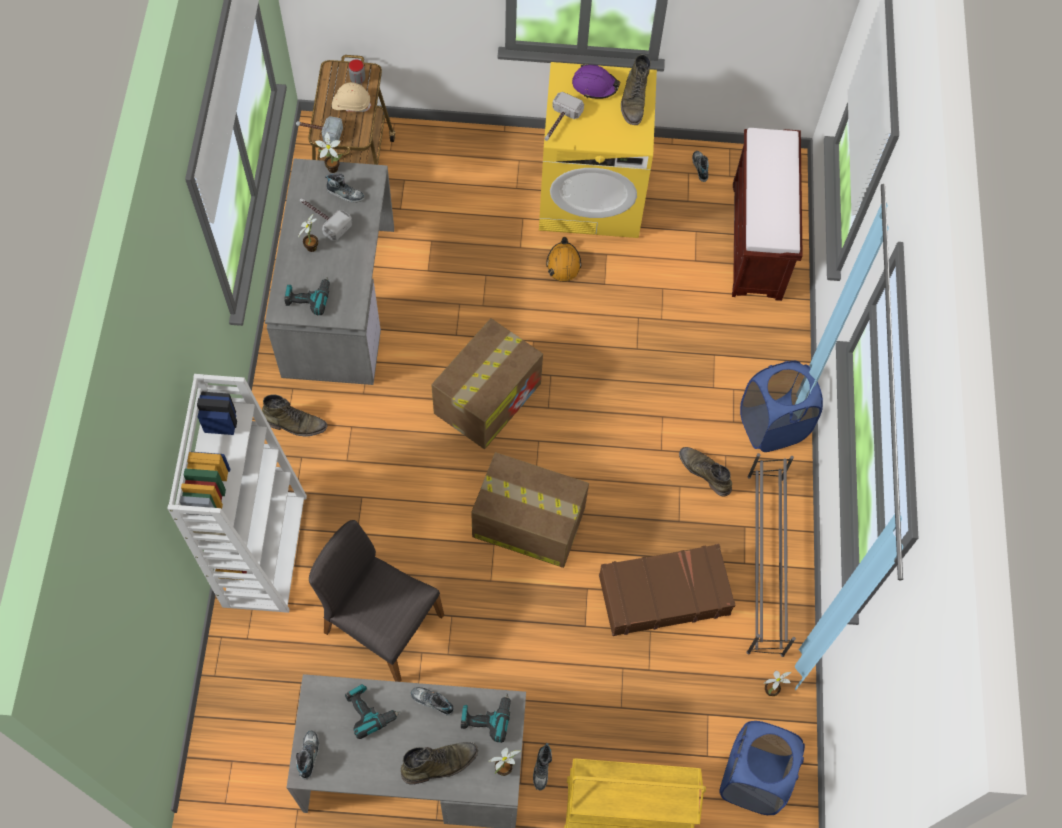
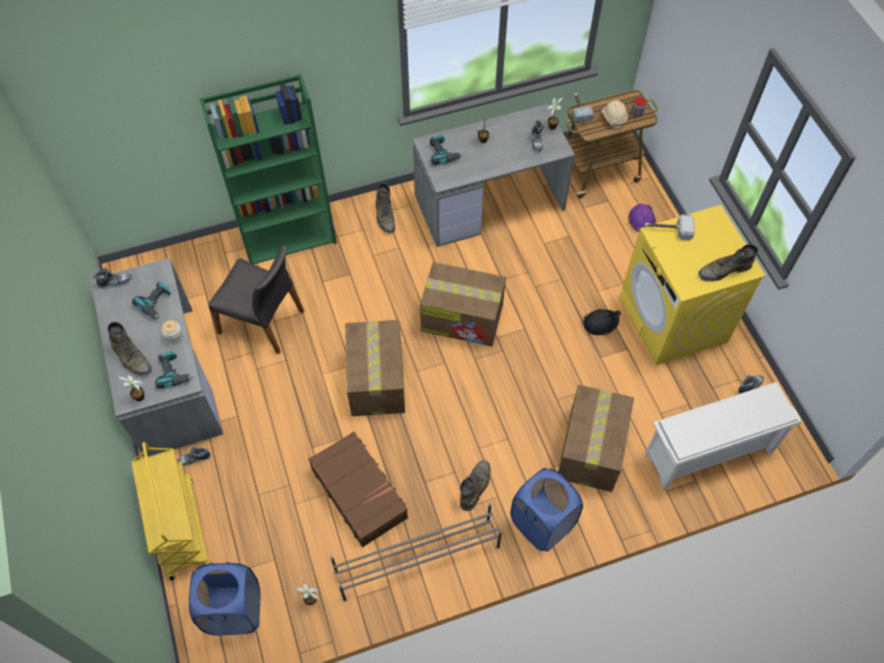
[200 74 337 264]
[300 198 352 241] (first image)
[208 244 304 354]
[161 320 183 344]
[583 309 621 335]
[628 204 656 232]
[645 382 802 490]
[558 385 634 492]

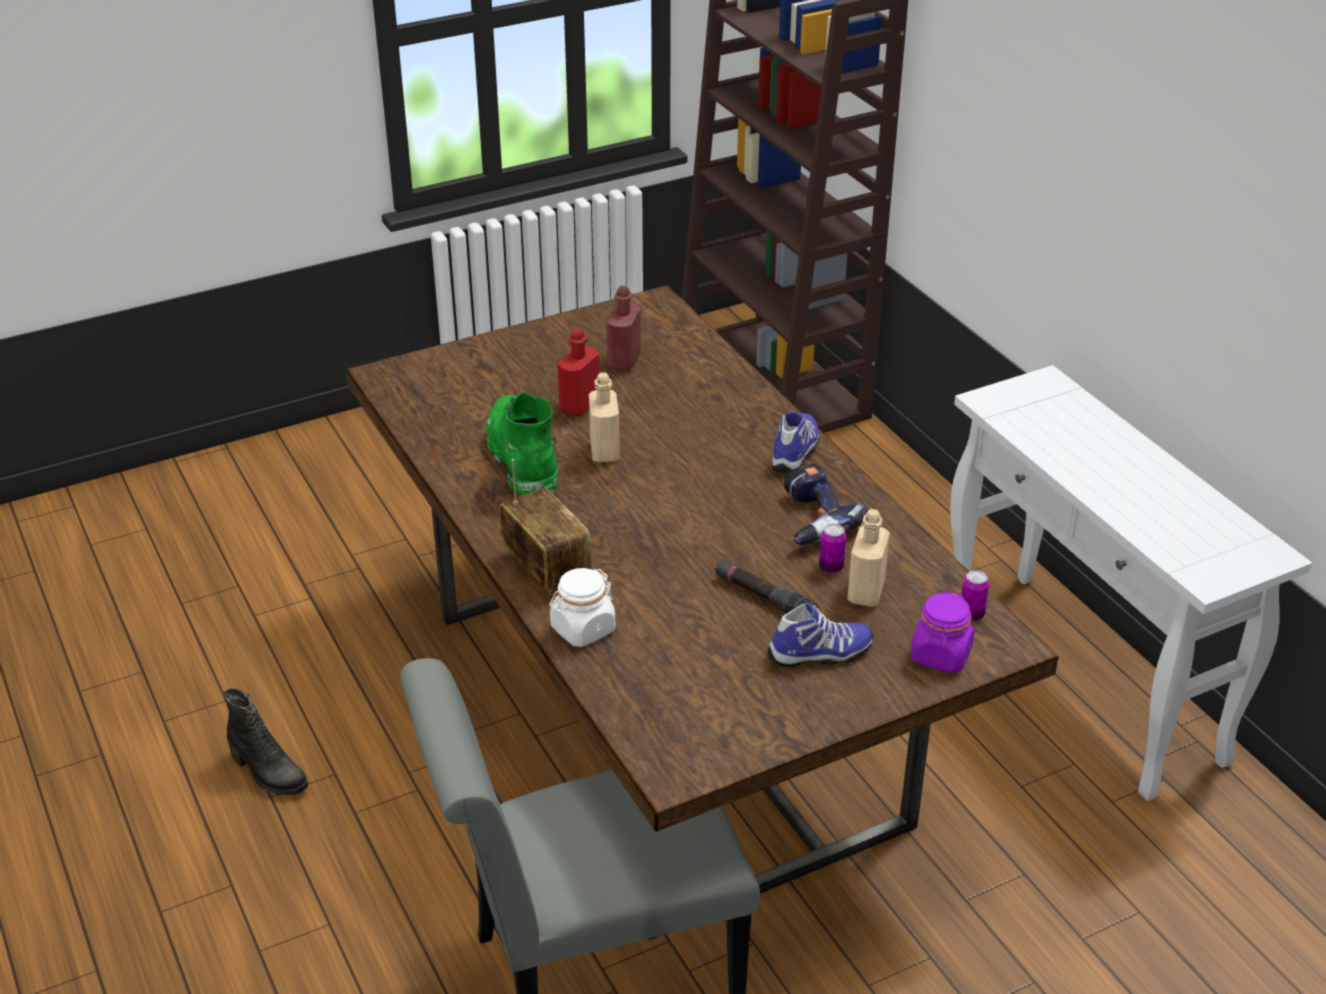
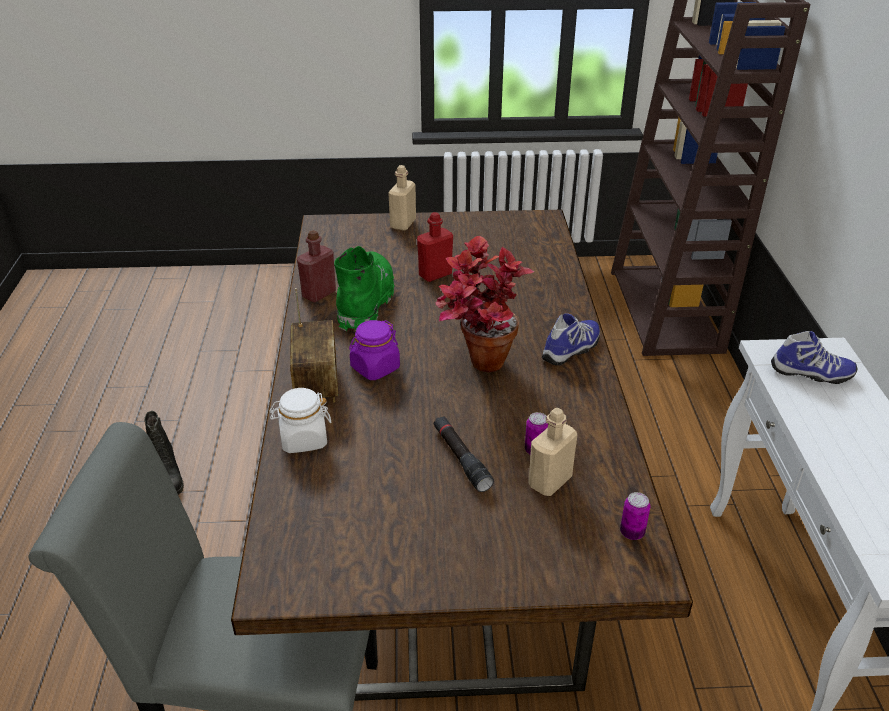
[388 165 416 231]
[297 230 336 303]
[771 331 857 384]
[784 463 868 545] (first image)
[349 320 400 380]
[436 236 534 372]

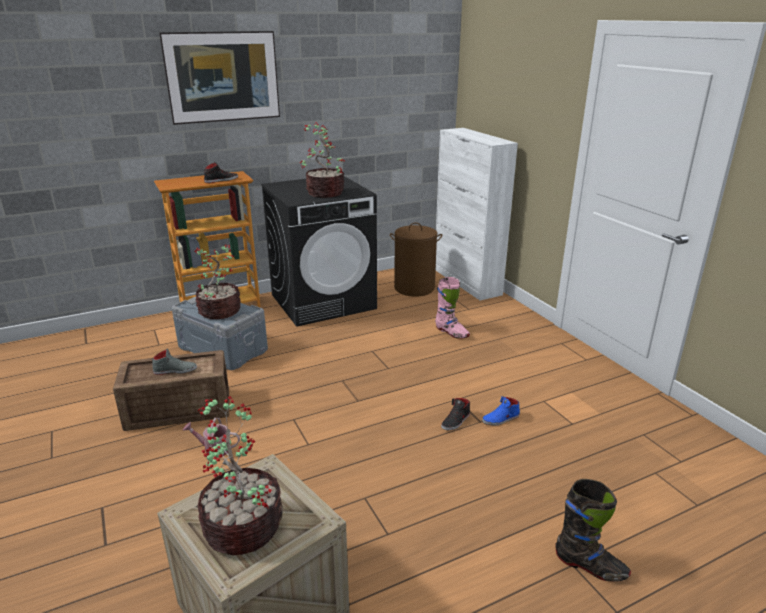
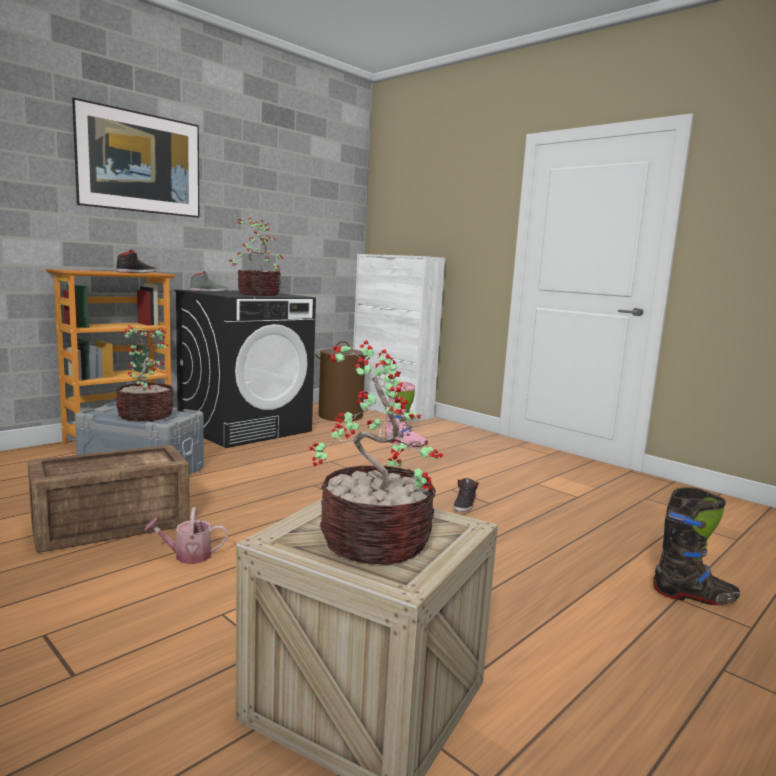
[190 271 228 292]
[482 396 520 426] (first image)

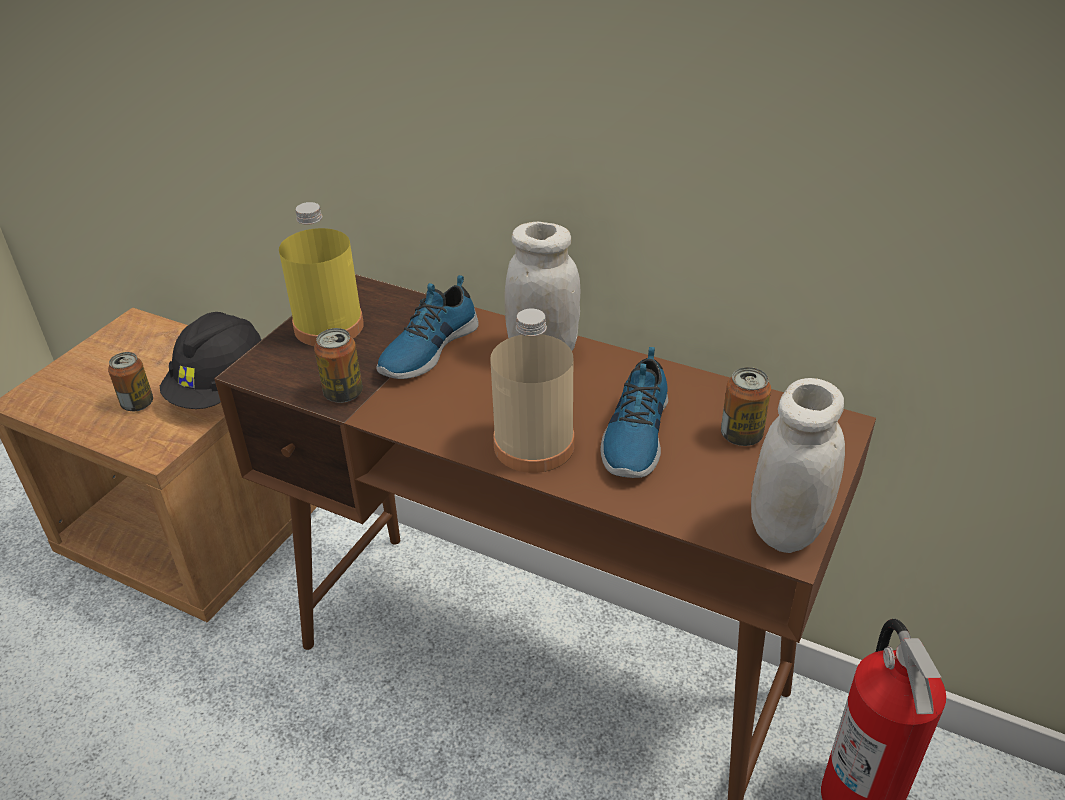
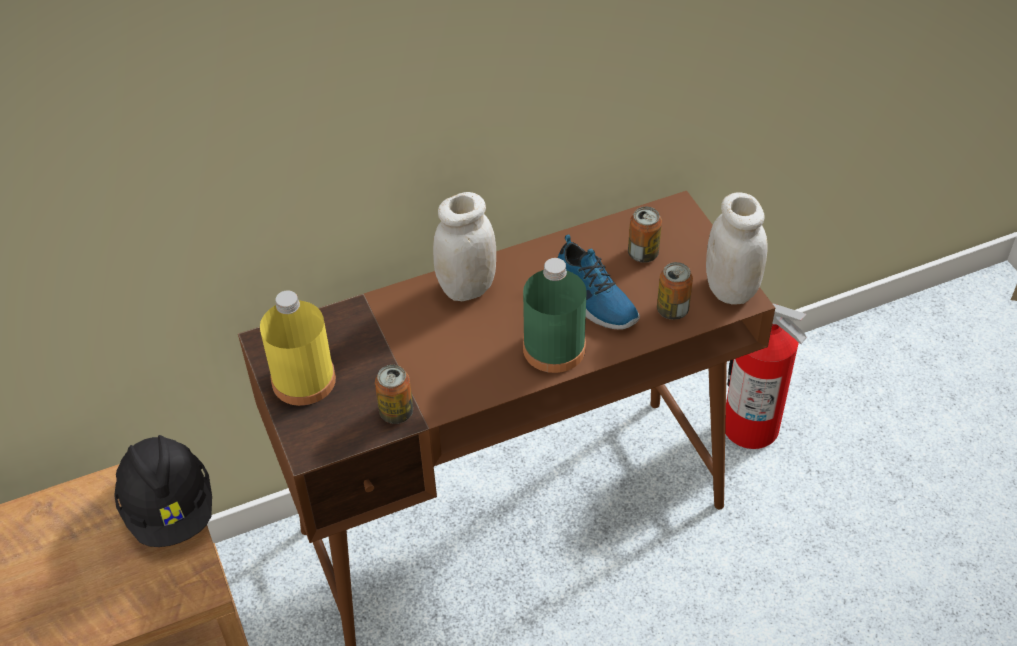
[657 262 693 320]
[376 275 479 379] (first image)
[523 258 587 373]

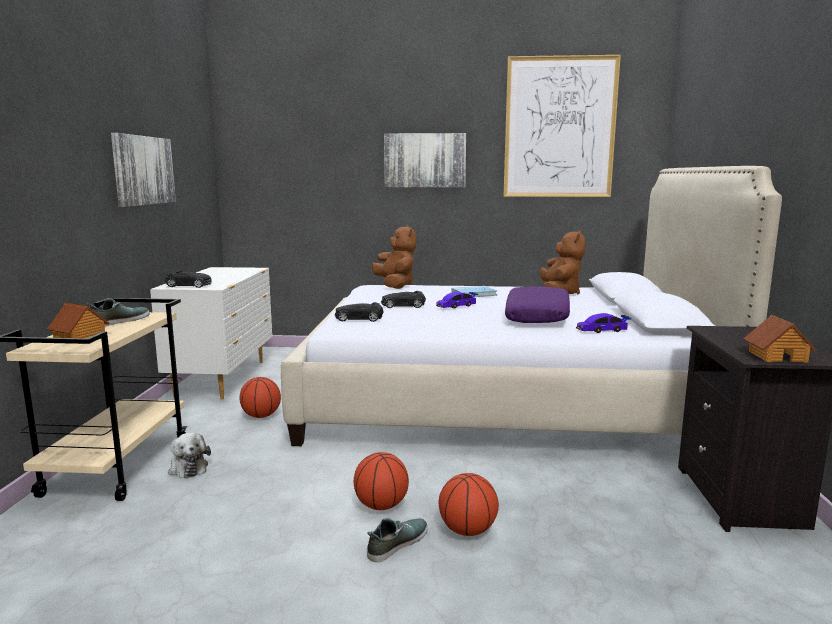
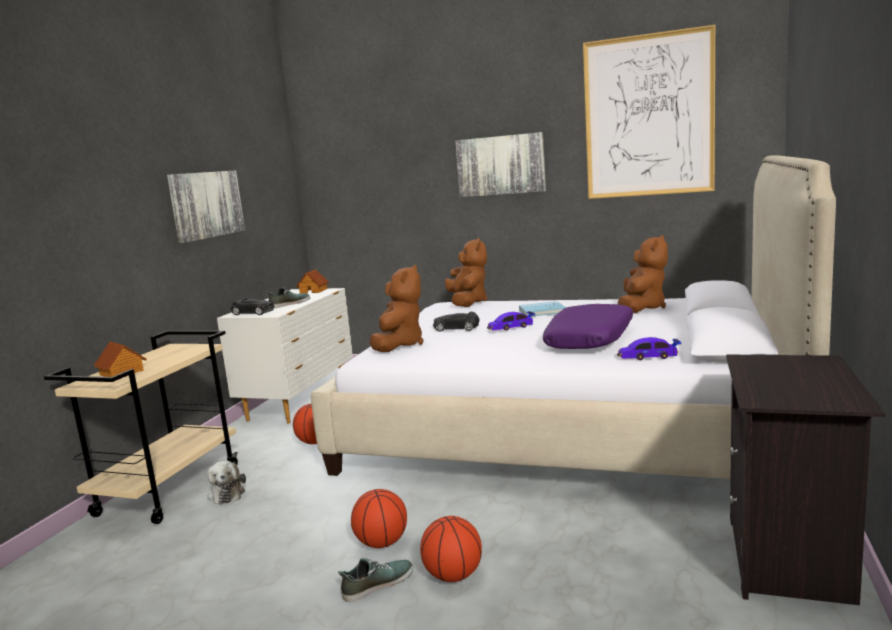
[267 287 310 308]
[370 265 423 352]
[296 269 329 294]

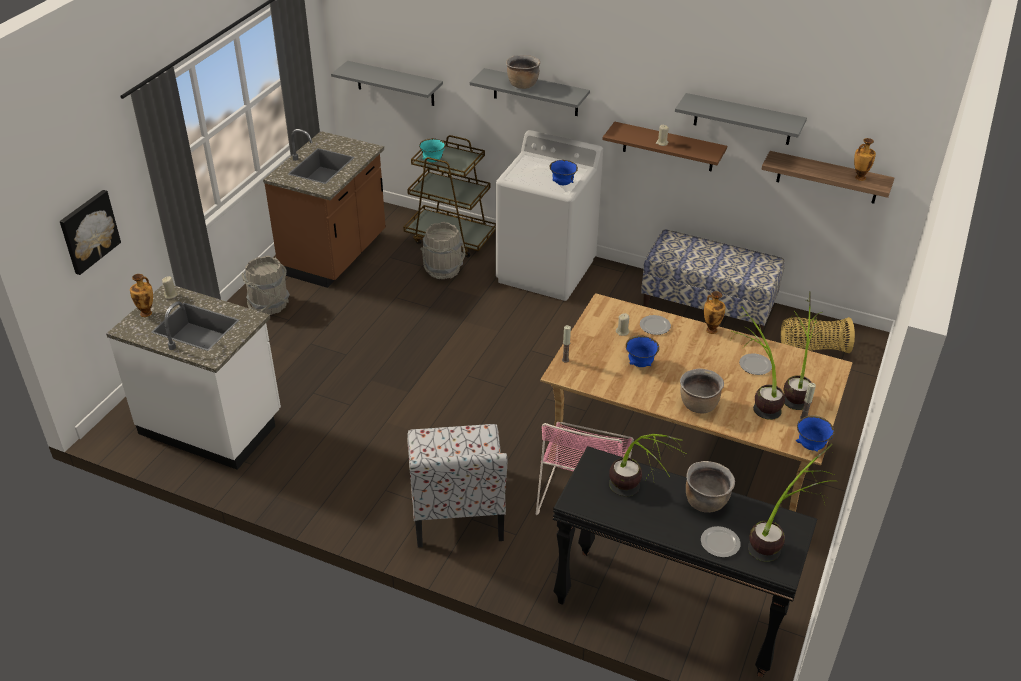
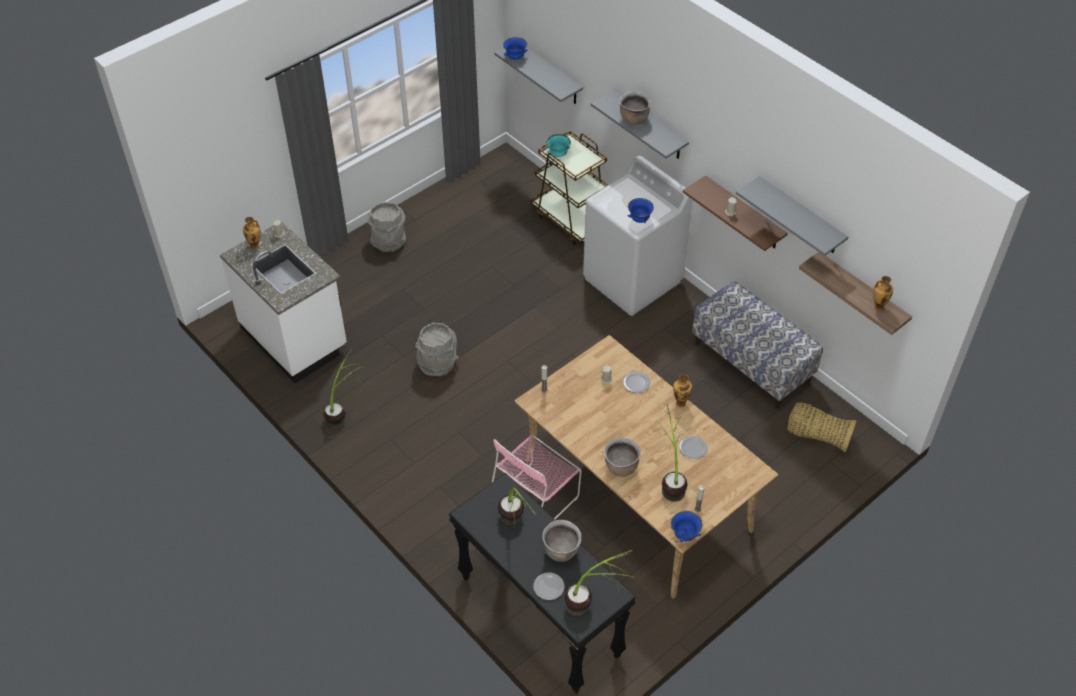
[60 190 121 275] (first image)
[263 129 386 288] (first image)
[407 424 507 548] (first image)
[415 322 459 376]
[503 37 528 60]
[323 346 363 428]

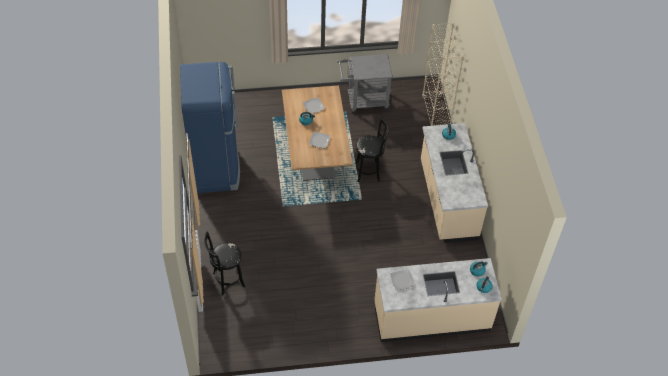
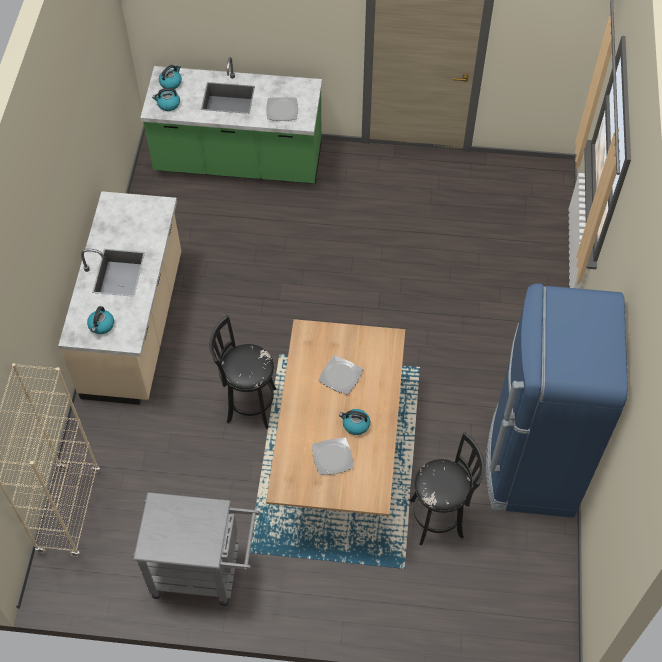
[409 432 484 546]
[140 57 322 184]

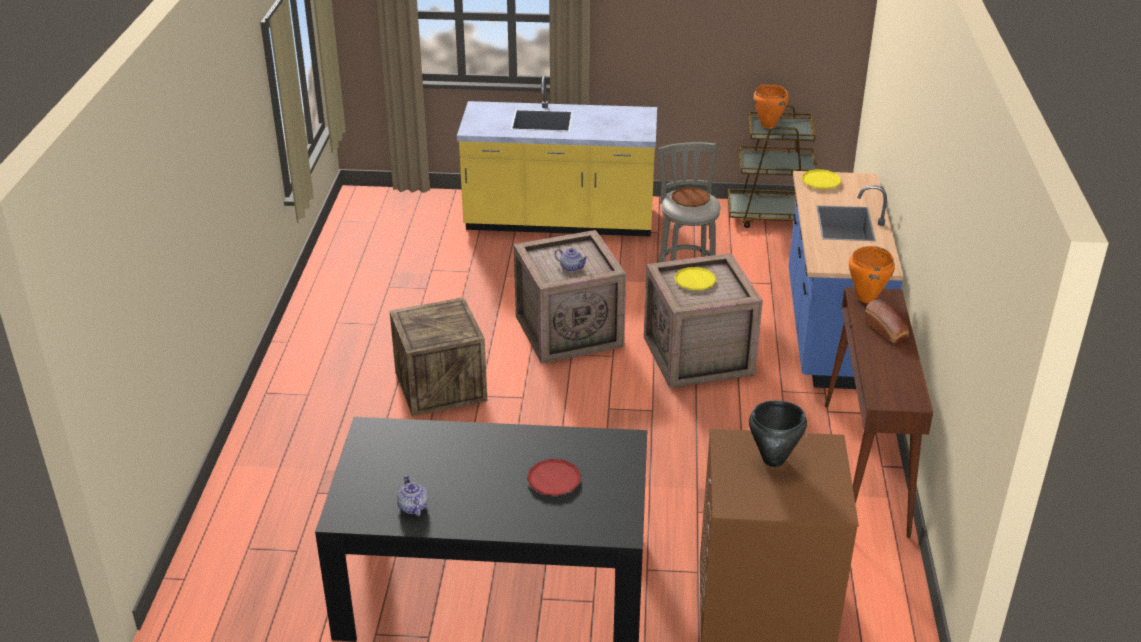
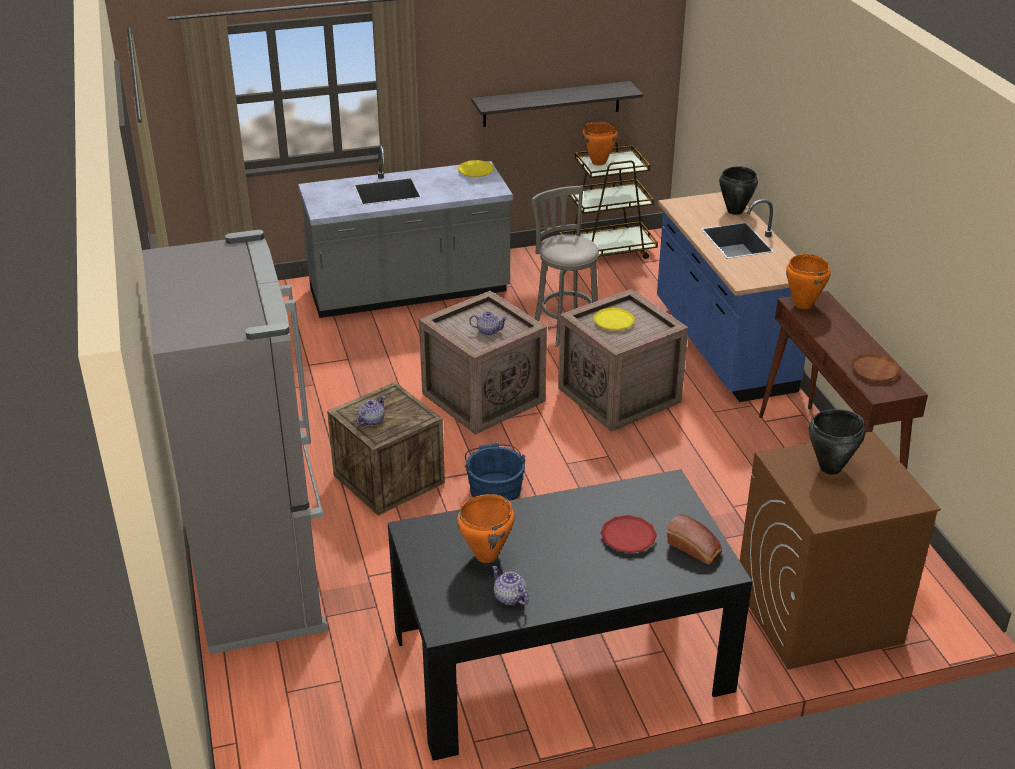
[298 145 513 318]
[851 354 900 382]
[458 160 494 177]
[667 514 722 564]
[142 230 328 655]
[356 396 385 426]
[457 494 515 563]
[465 443 525 500]
[472 81 643 127]
[719 166 758 215]

